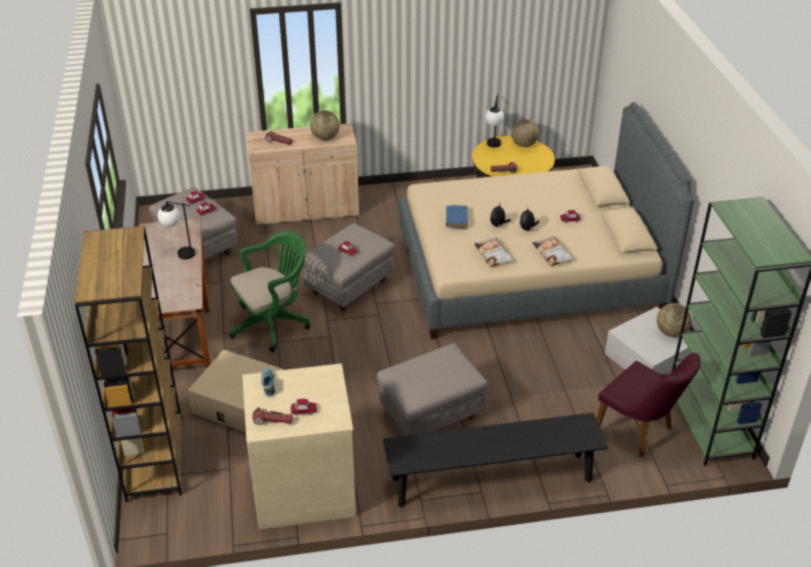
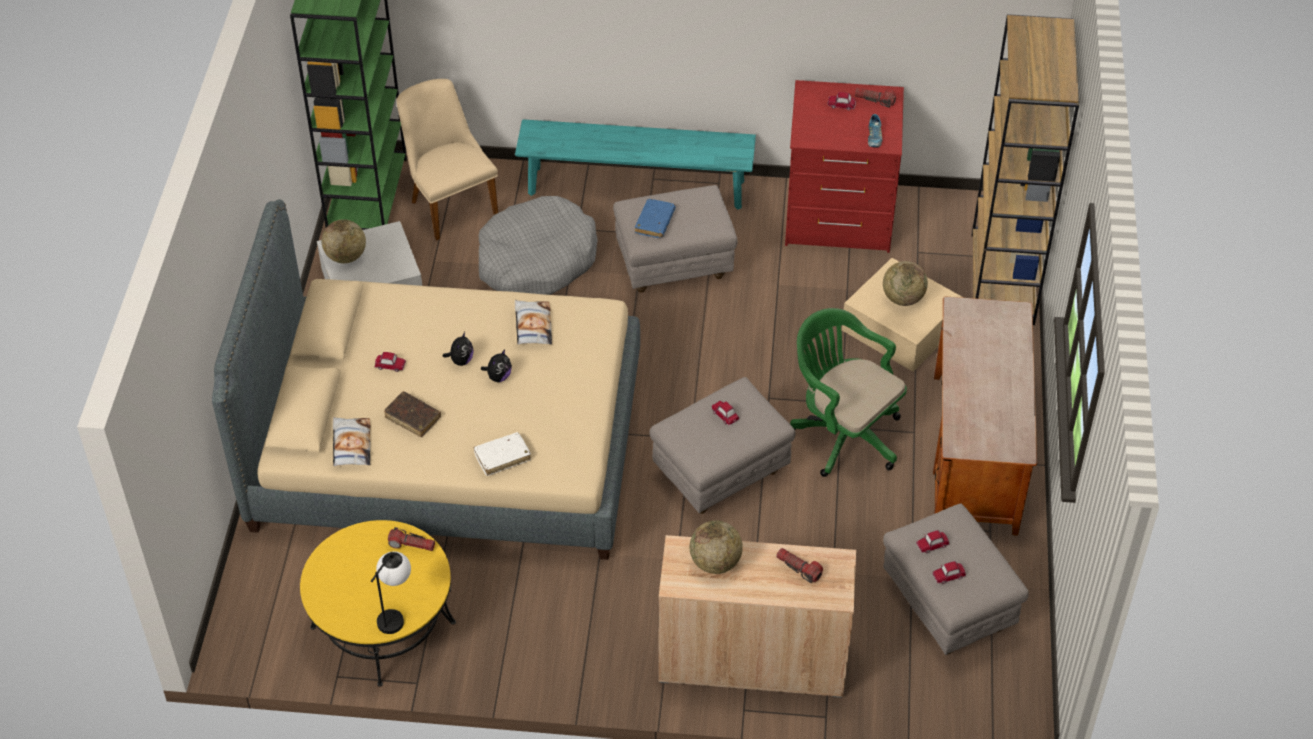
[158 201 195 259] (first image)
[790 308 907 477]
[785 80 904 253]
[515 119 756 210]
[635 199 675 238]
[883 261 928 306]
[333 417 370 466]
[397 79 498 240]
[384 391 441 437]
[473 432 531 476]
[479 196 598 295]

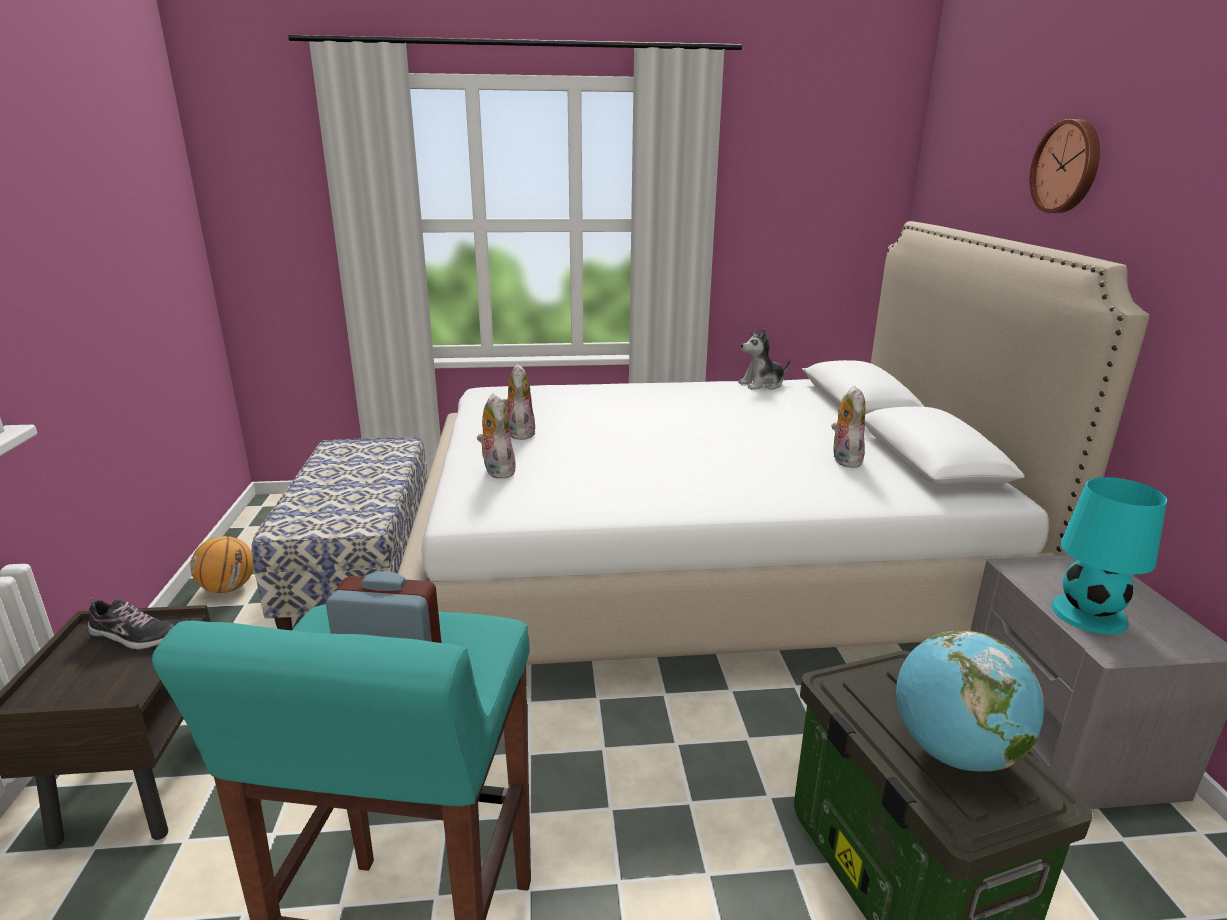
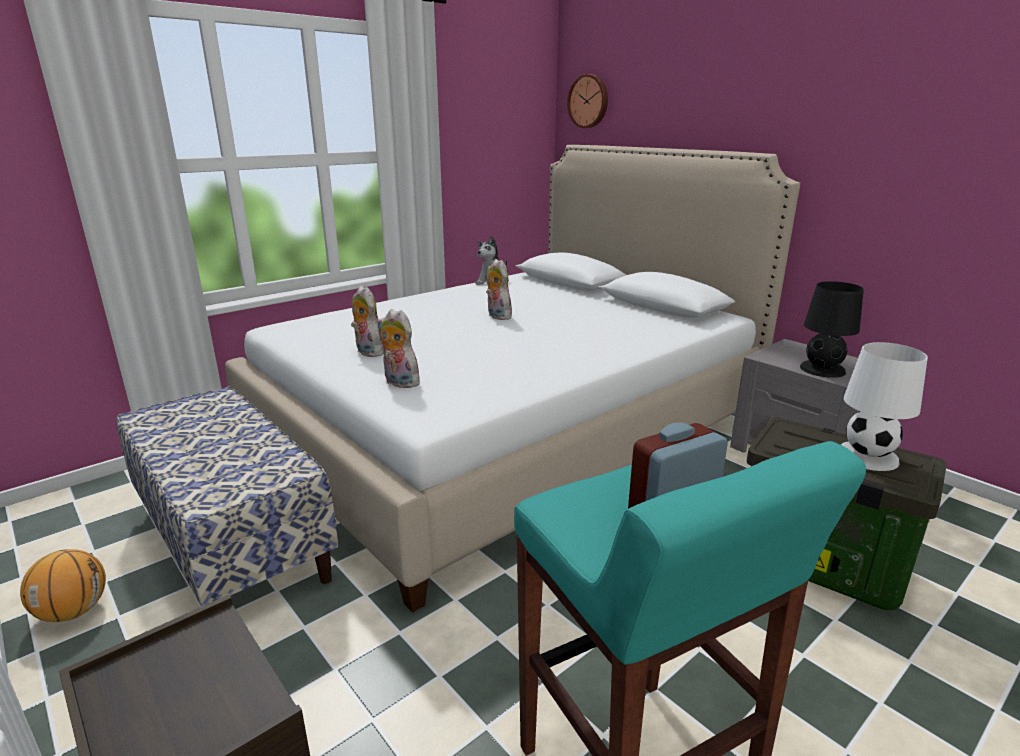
[88 597 174 649] (first image)
[486 259 512 320]
[841 342 928 471]
[567 74 608 128]
[800 281 864 378]

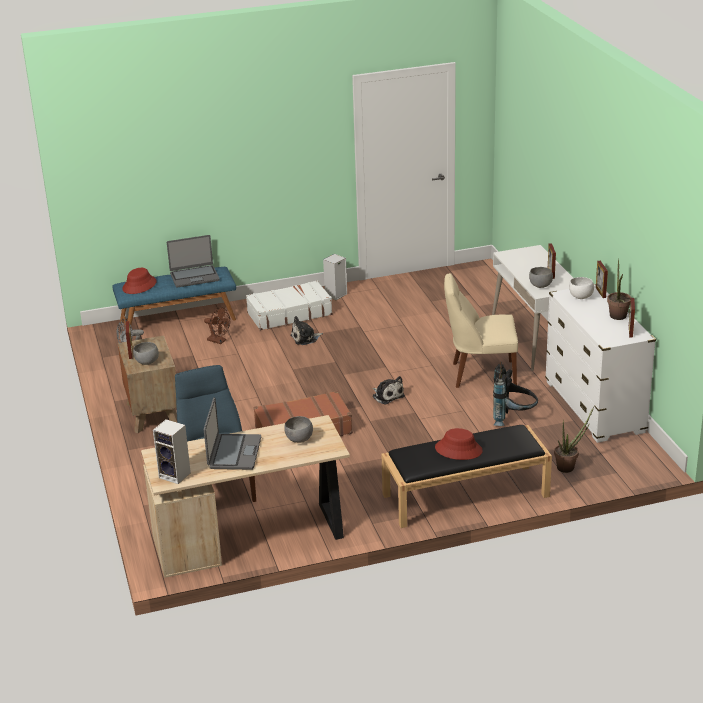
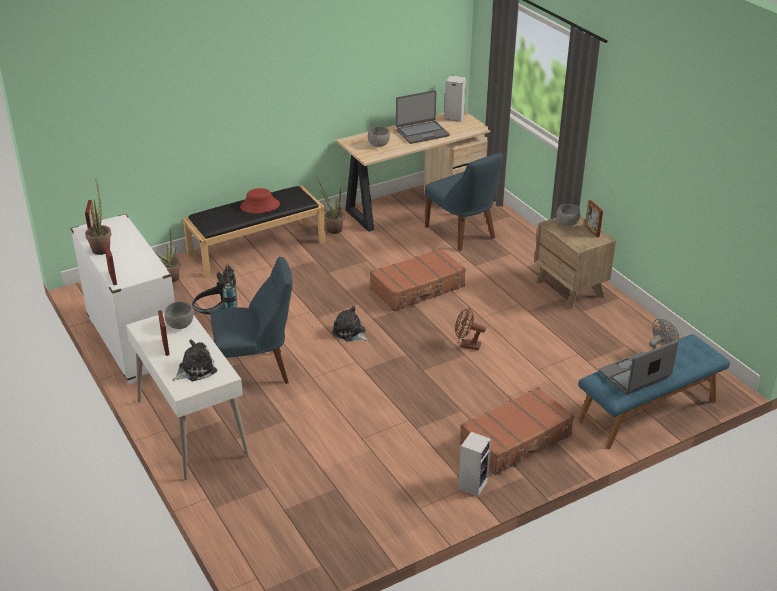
[122 268 157 294] (first image)
[455 307 486 350]
[396 90 450 144]
[460 387 574 475]
[172 340 217 382]
[210 257 293 384]
[569 277 594 299] (first image)
[316 177 345 234]

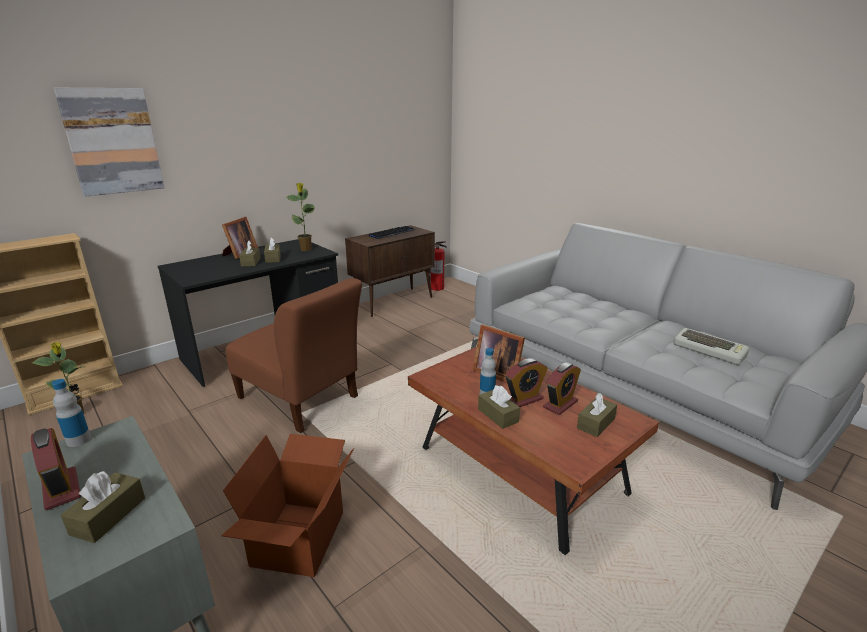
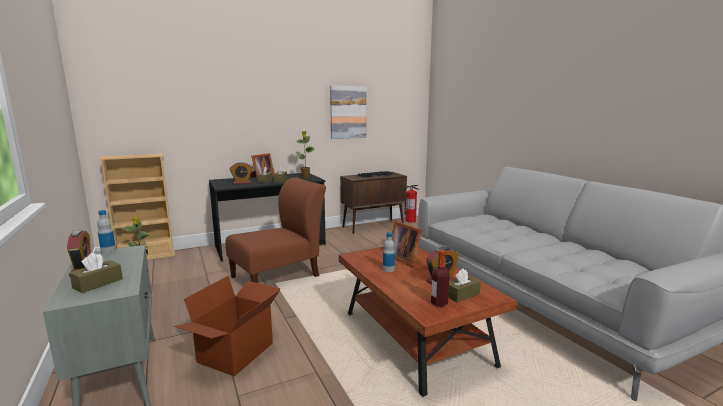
[330 86 367 139]
[226 178 326 283]
[478 385 520 429] (first image)
[230 162 253 184]
[674 328 749 365] (first image)
[431 250 450 307]

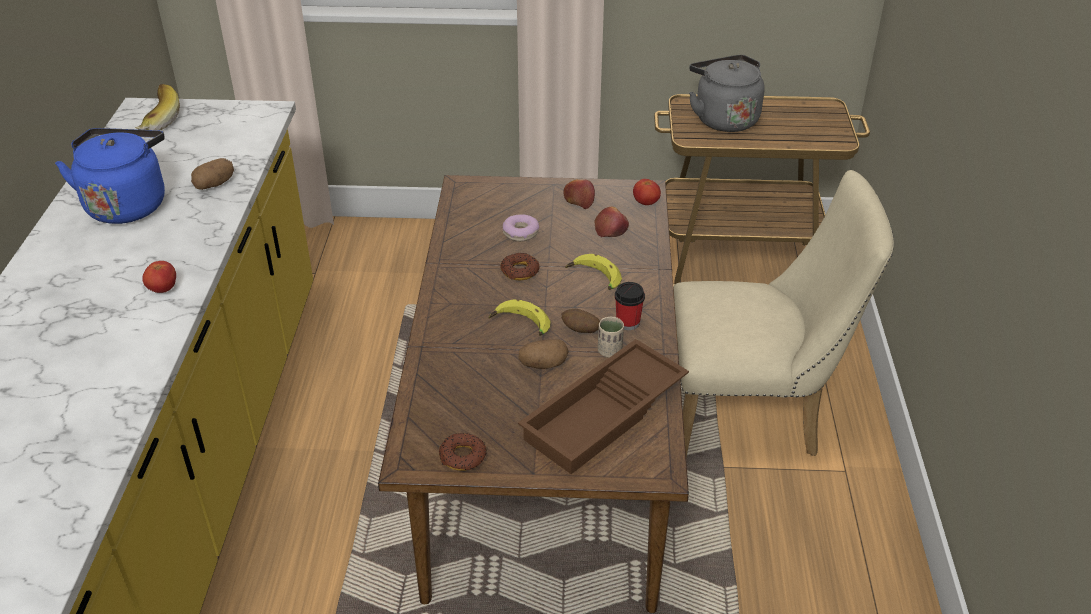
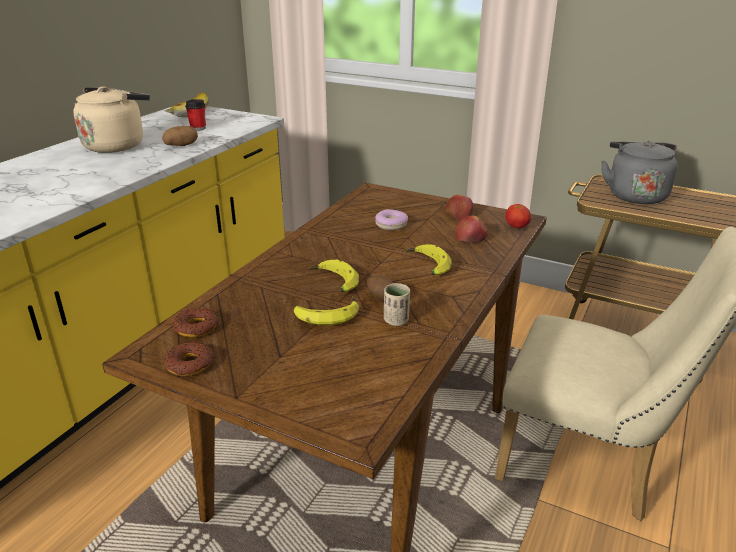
[73 87 150 153]
[142 261 176 293] (first image)
[173 308 218 337]
[518 339 689 474] (first image)
[294 296 359 326]
[185 99 206 131]

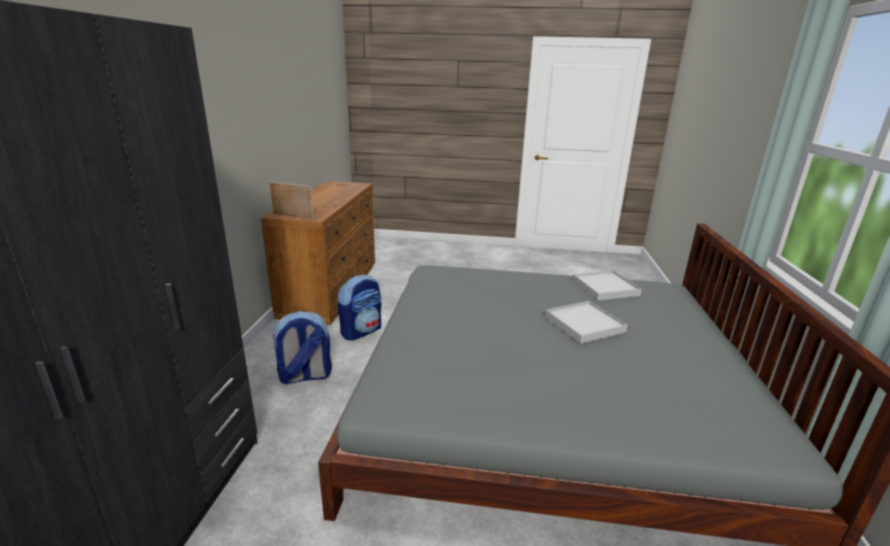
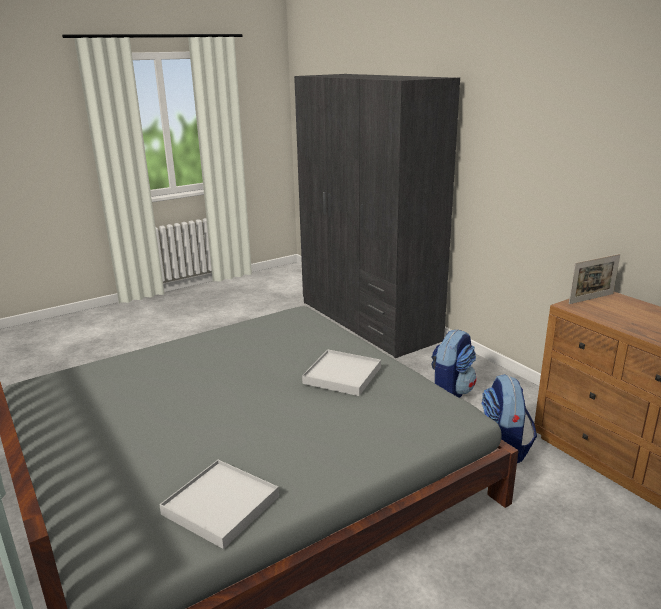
[302 350 381 396]

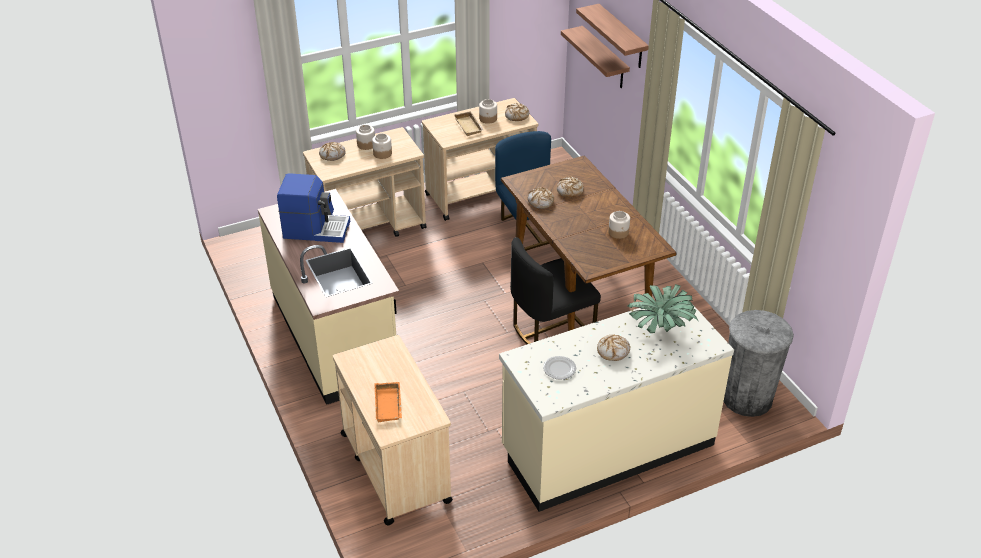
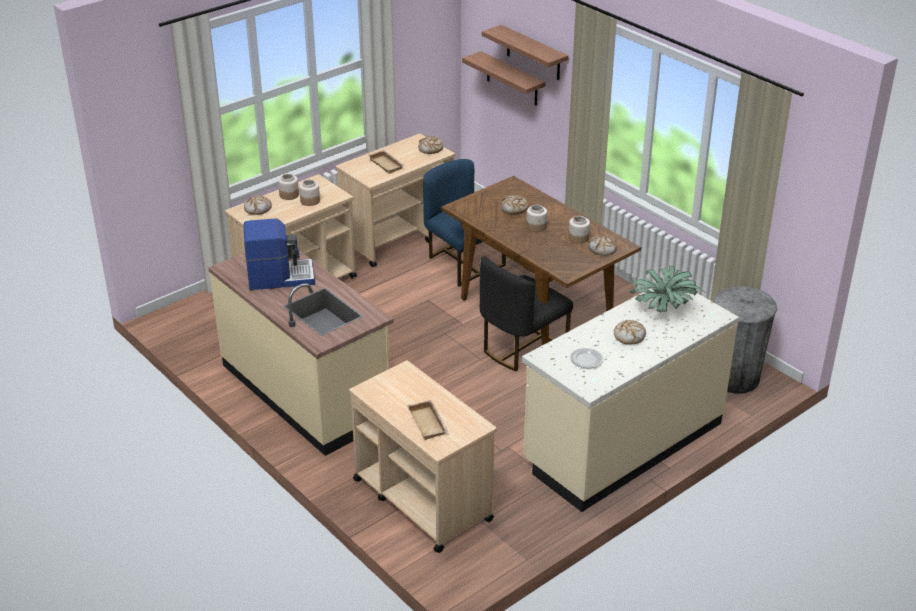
[407 400 448 440]
[526 205 547 232]
[588 235 617 256]

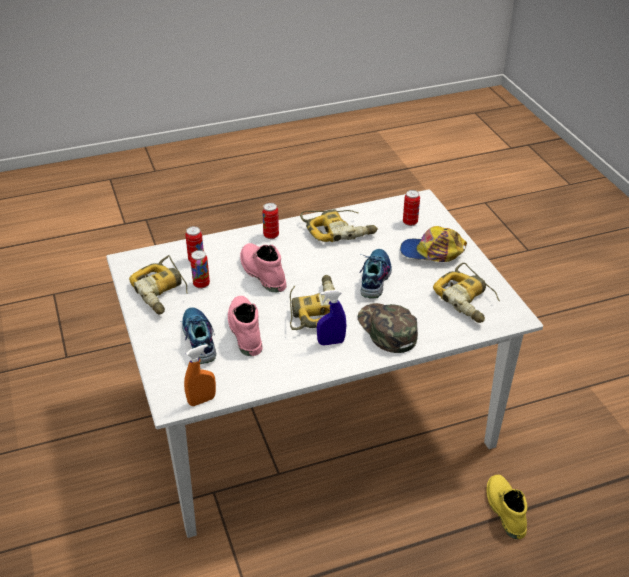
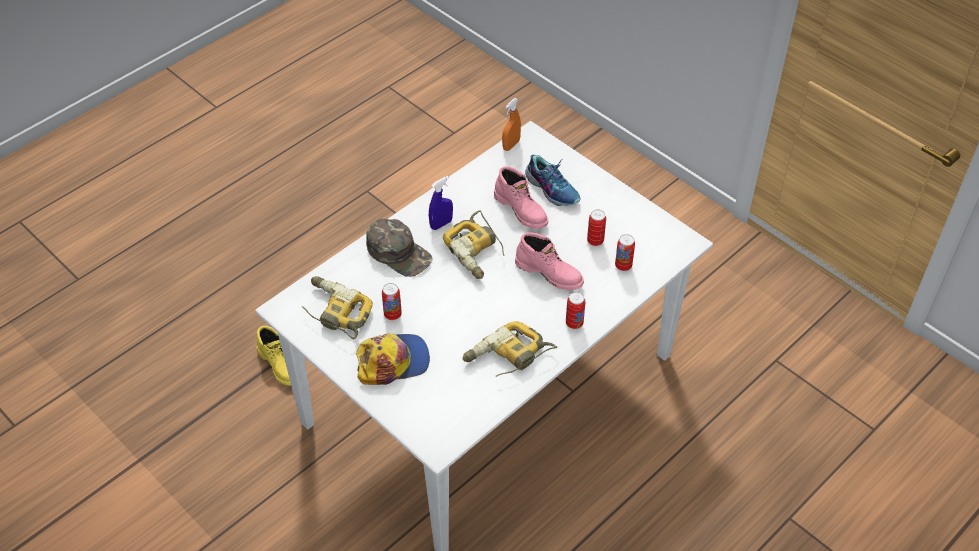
[129 255 188 314] (first image)
[359 249 392 299] (first image)
[382 283 402 320]

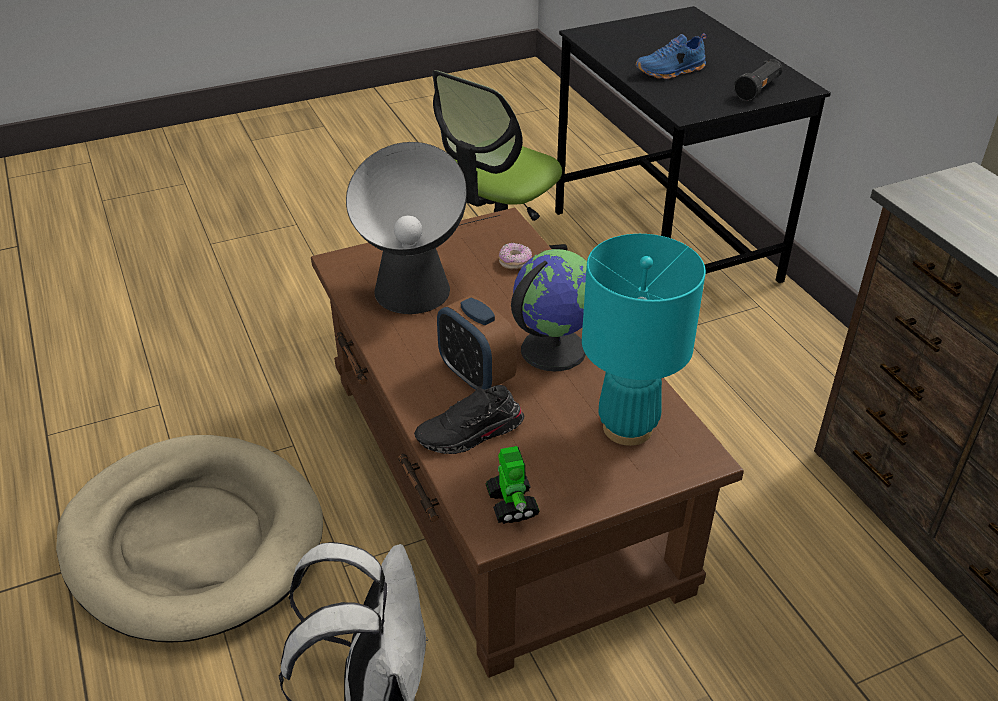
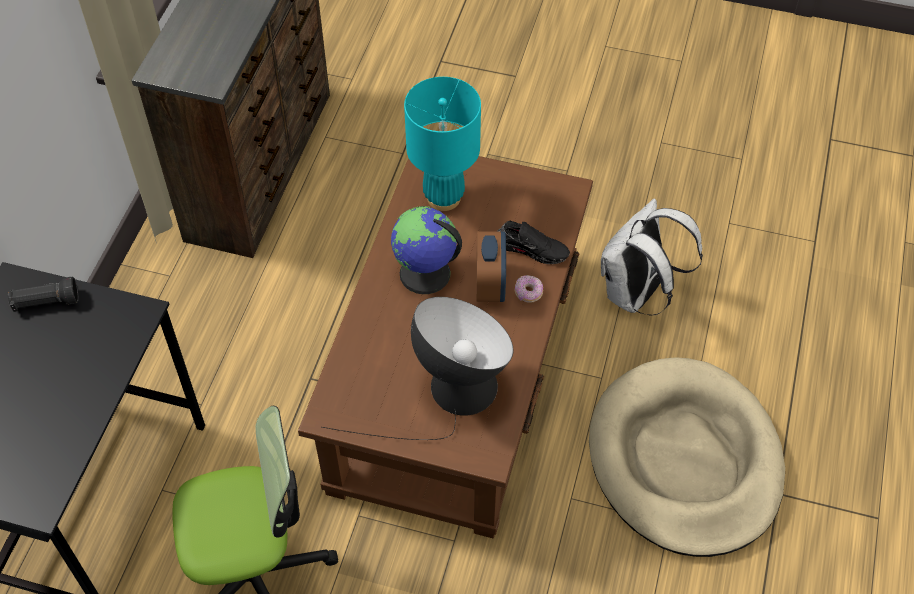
[486 446 540 524] (first image)
[514 275 543 303]
[635 33 707 79] (first image)

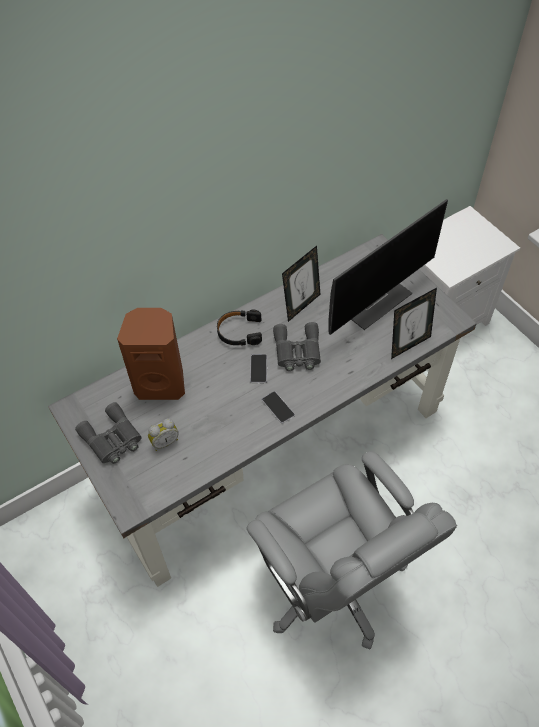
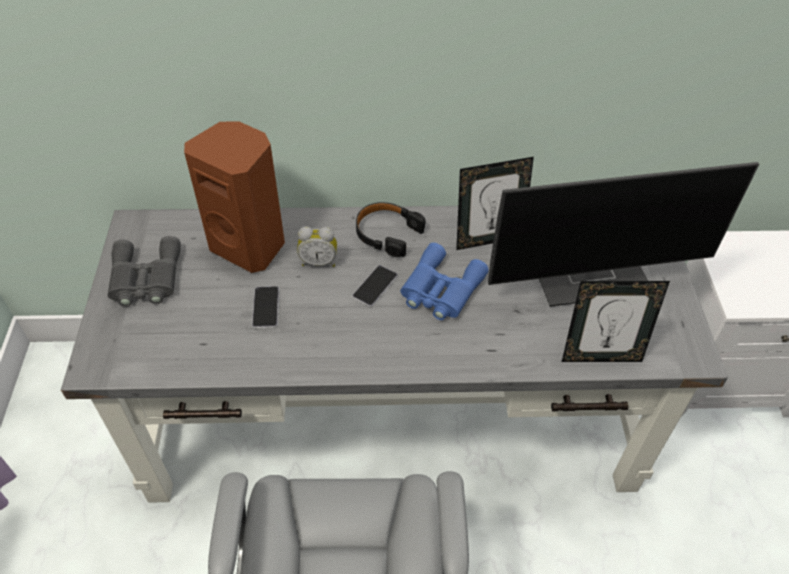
[297 226 337 267]
[252 286 279 328]
[400 243 489 320]

